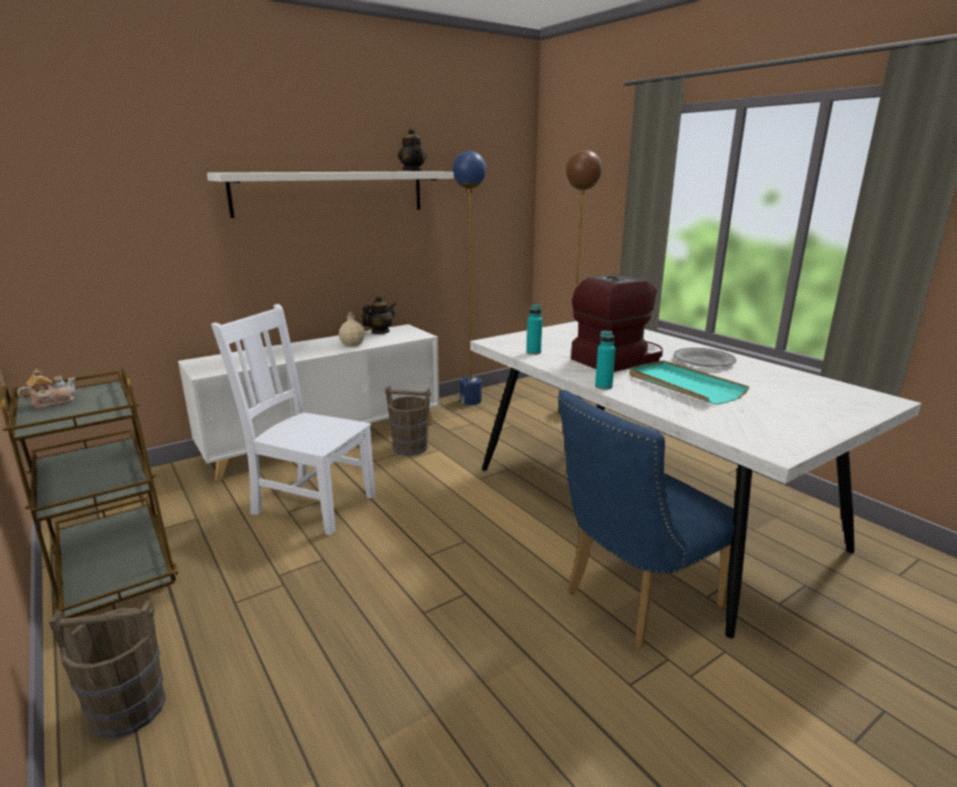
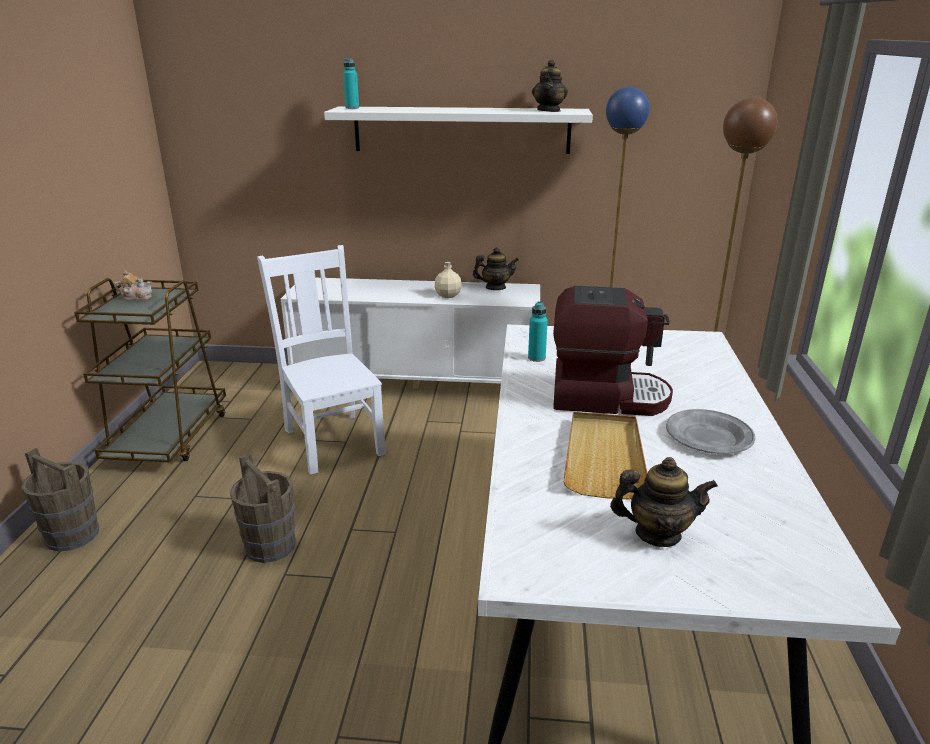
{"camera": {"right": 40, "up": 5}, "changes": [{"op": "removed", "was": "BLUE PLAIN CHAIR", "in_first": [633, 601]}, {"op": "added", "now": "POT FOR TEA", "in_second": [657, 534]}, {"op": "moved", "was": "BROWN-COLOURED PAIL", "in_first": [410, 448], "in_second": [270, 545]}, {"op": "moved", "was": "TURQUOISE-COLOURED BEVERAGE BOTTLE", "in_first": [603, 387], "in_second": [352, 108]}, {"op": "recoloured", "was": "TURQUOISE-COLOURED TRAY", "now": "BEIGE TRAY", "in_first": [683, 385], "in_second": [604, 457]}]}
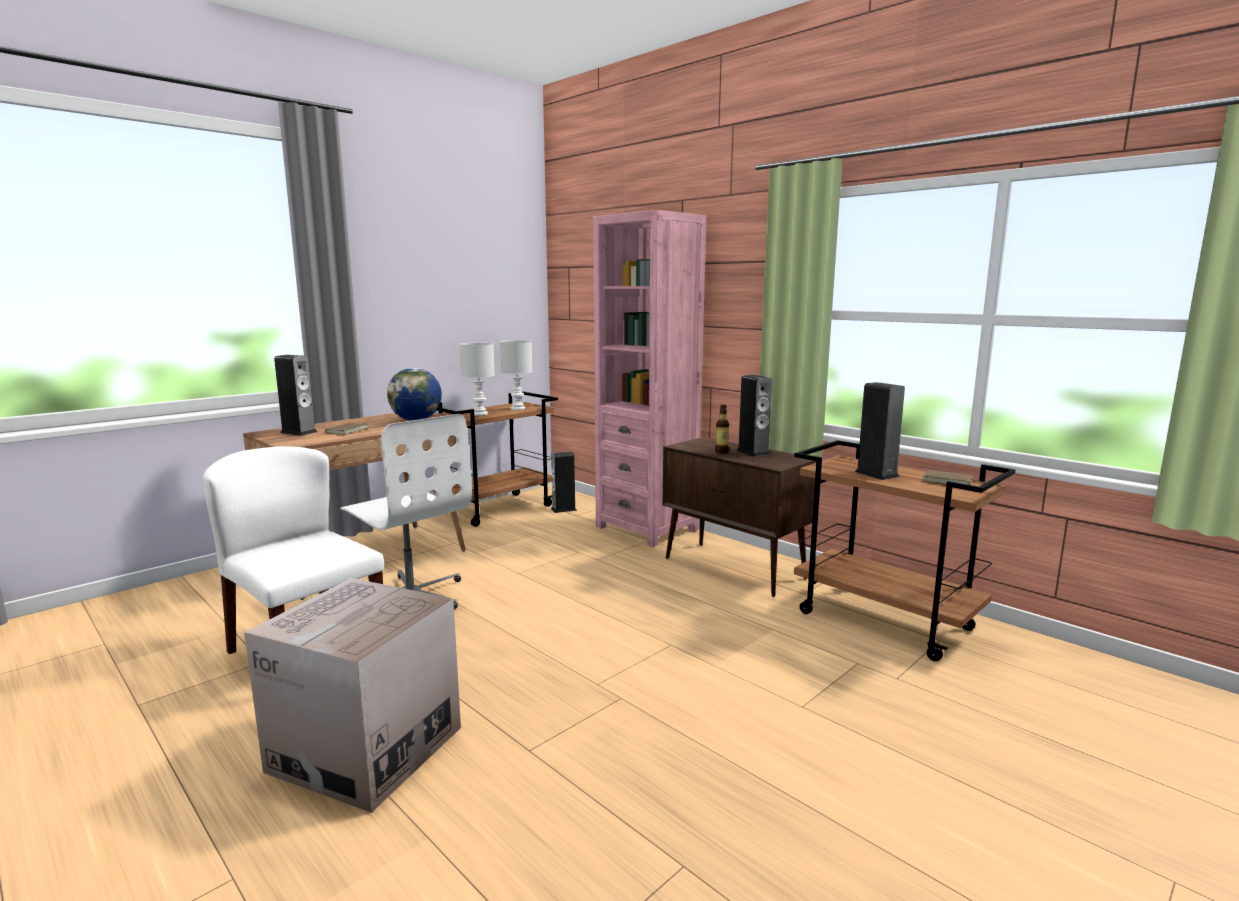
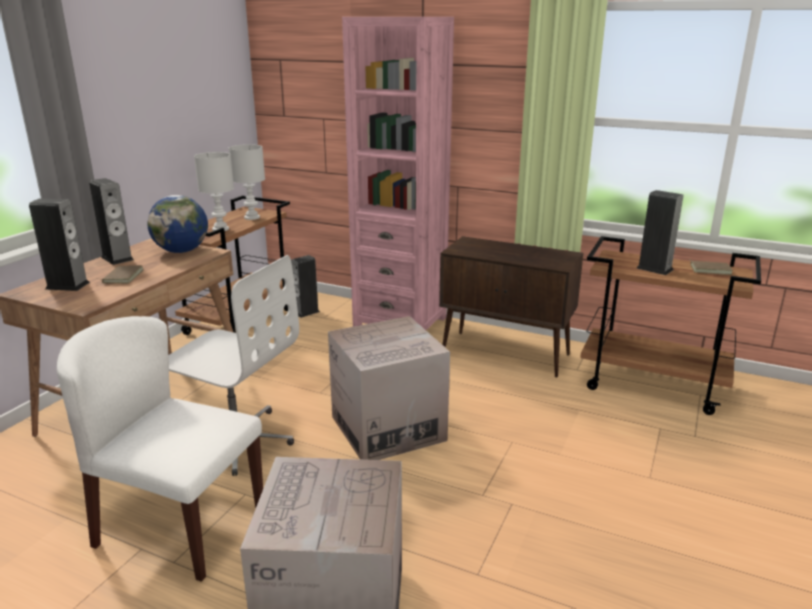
{"camera": {"right": -20, "up": 10}, "changes": [{"op": "removed", "was": "BEVERAGE BOTTLE", "in_first": [721, 452]}, {"op": "added", "now": "CARTON", "in_second": [388, 428]}, {"op": "moved", "was": "AUDIO SPEAKER", "in_first": [753, 452], "in_second": [117, 258]}]}
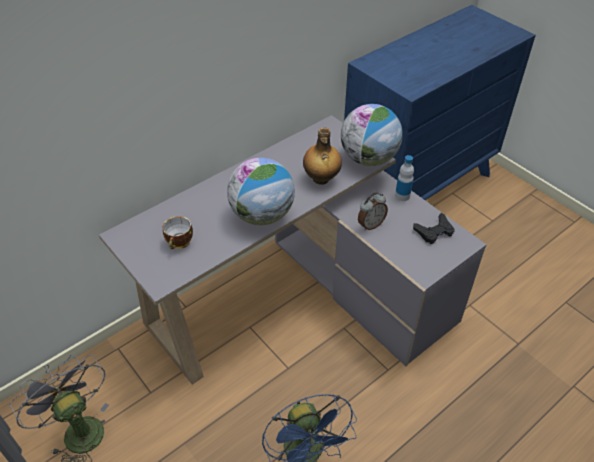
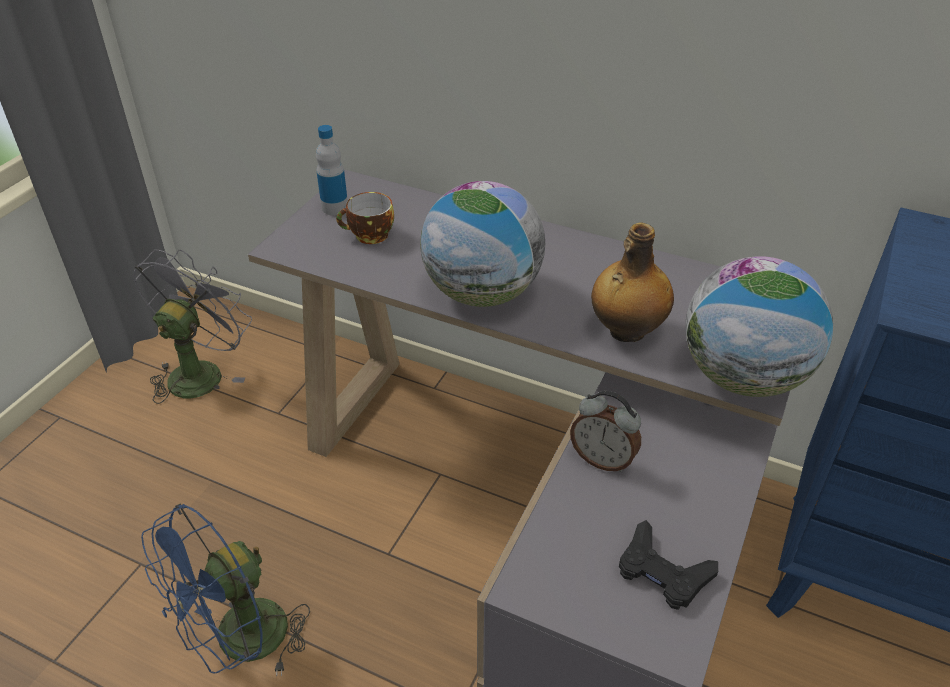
{"camera": {"right": 65, "up": -5}, "changes": [{"op": "moved", "was": "BEVERAGE BOTTLE", "in_first": [402, 196], "in_second": [335, 207]}]}
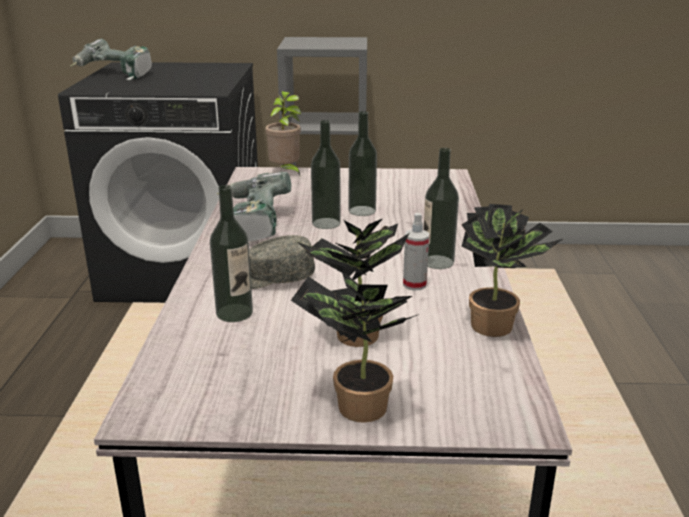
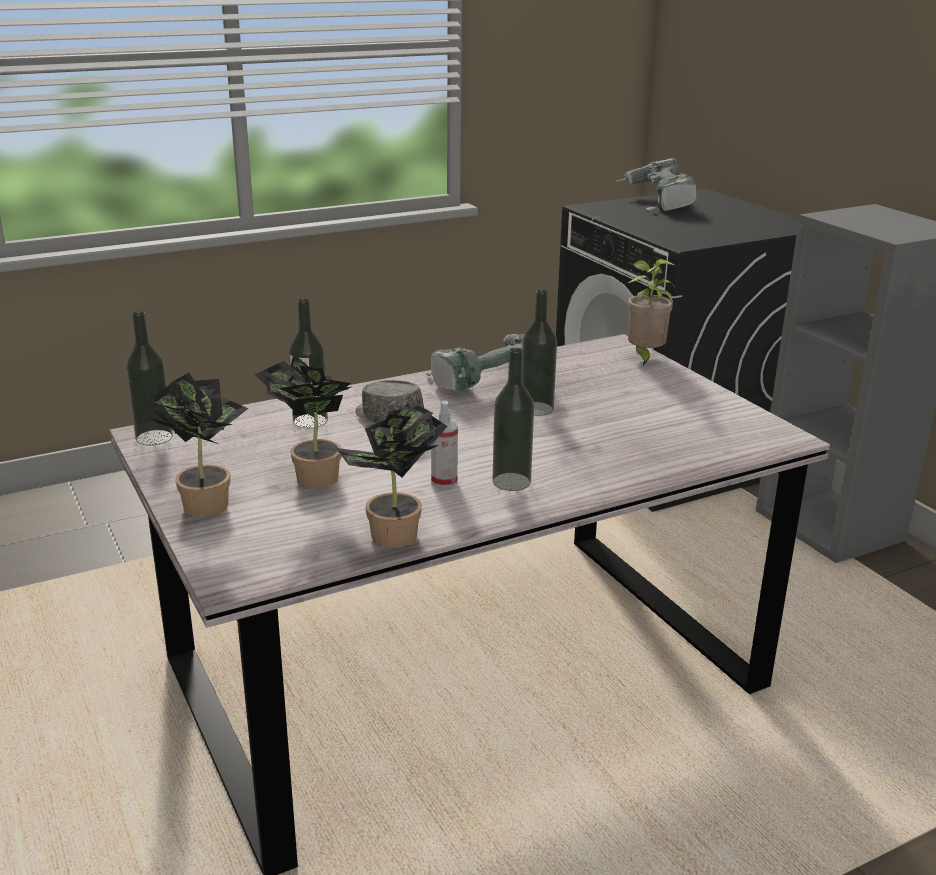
{"camera": {"right": 60, "up": 0}, "changes": [{"op": "moved", "was": "BEVERAGE BOTTLE", "in_first": [362, 211], "in_second": [154, 437]}]}
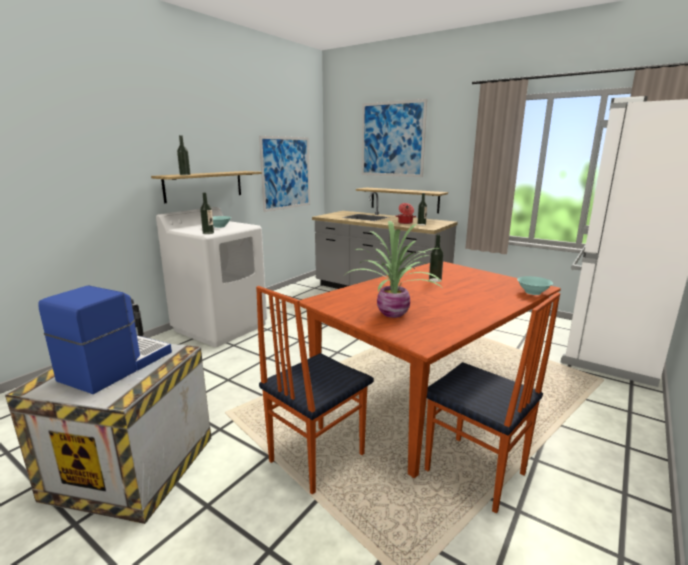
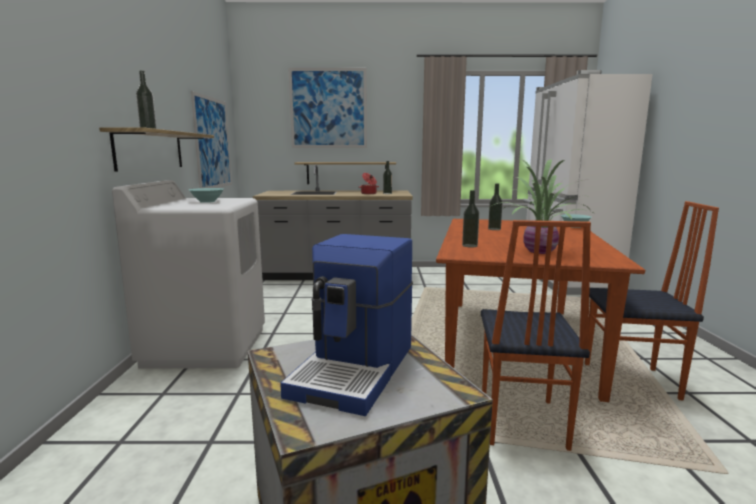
{"camera": {"right": -35, "up": -5}, "changes": [{"op": "moved", "was": "BEVERAGE BOTTLE", "in_first": [208, 233], "in_second": [469, 245]}, {"op": "turned", "was": "COFFEE MAKER", "in_first": [115, 366], "in_second": [356, 369], "clockwise": -150}]}
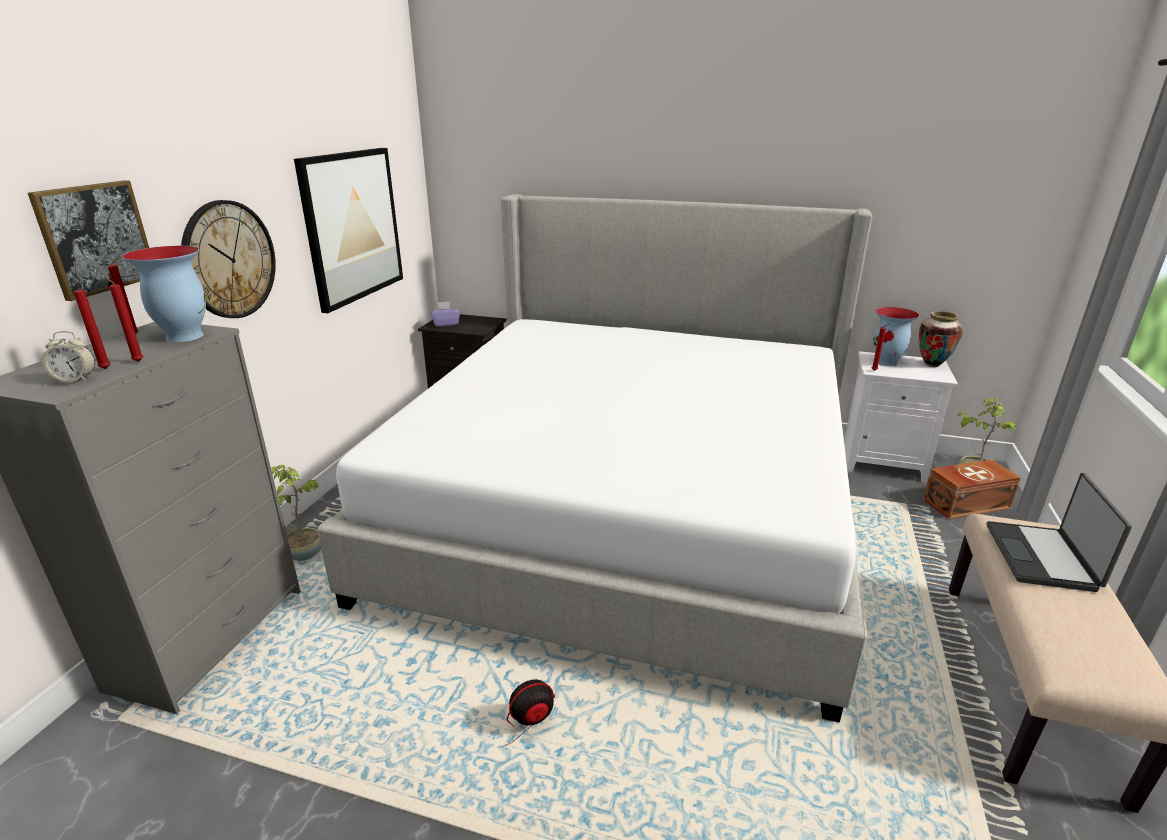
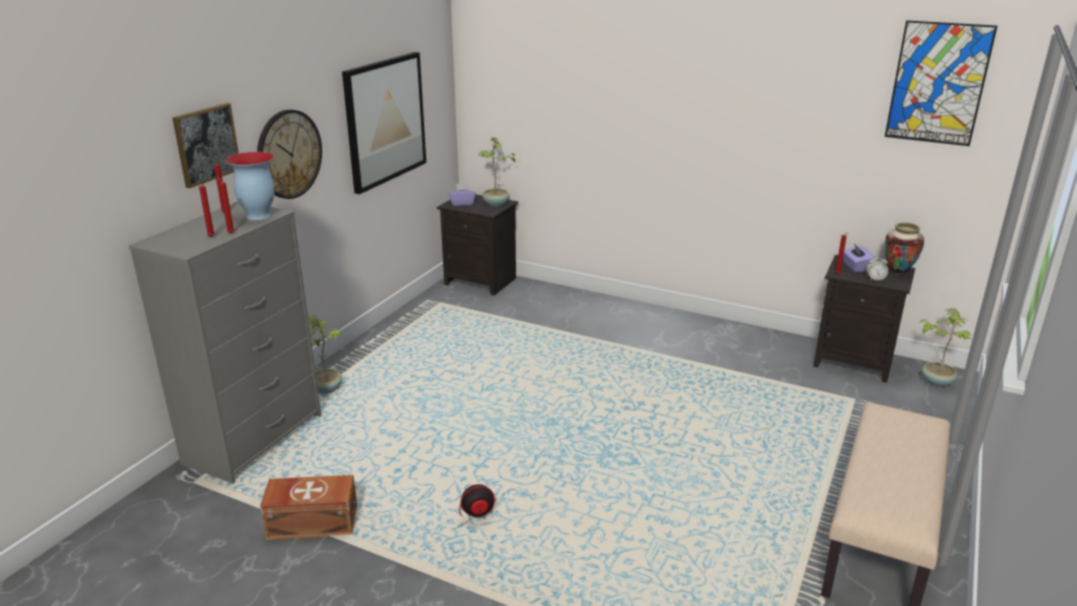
{"camera": {"right": 10, "up": 0}, "changes": [{"op": "removed", "was": "SLEEPING BED", "in_first": [627, 509]}, {"op": "removed", "was": "LAPTOP", "in_first": [1042, 557]}, {"op": "added", "now": "POTTED PLANT", "in_second": [496, 204]}, {"op": "added", "now": "WALL PICTURE", "in_second": [938, 83]}, {"op": "moved", "was": "BEDSIDE CLOCK", "in_first": [76, 380], "in_second": [875, 279]}, {"op": "moved", "was": "BROWN-COLOURED STORAGE CONTAINER", "in_first": [964, 503], "in_second": [311, 522]}, {"op": "replaced", "was": "DECORATIVE VASE", "now": "PURPLE TISSUE BOX", "in_first": [887, 362], "in_second": [855, 267]}, {"op": "recoloured", "was": "WHITE NIGHT TABLE", "now": "BLACKISH NIGHT TABLE", "in_first": [884, 462], "in_second": [854, 361]}]}
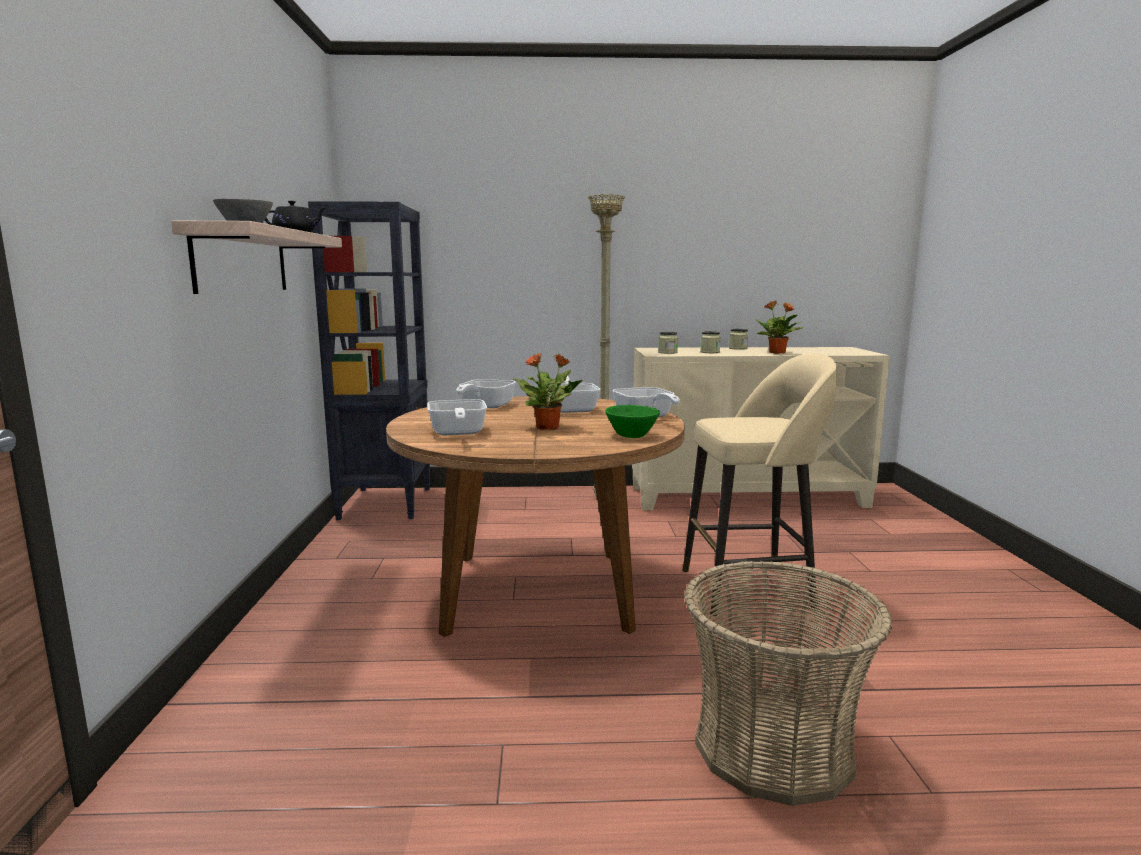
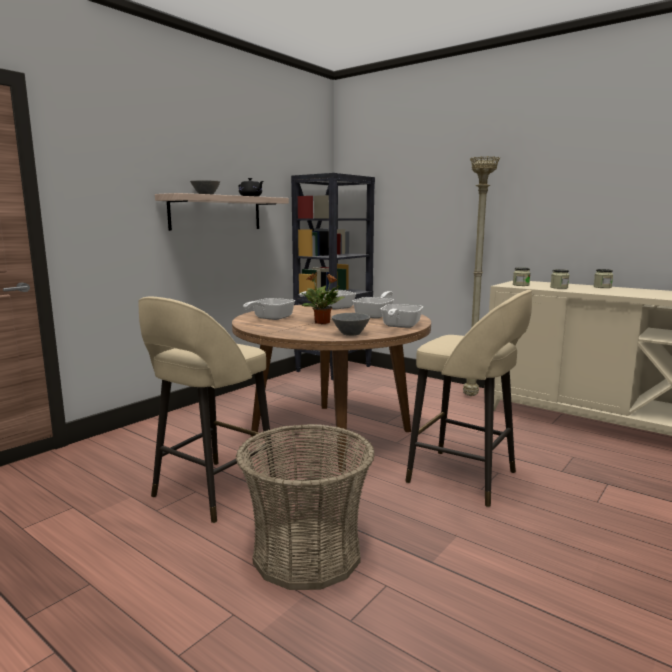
{"camera": {"right": 40, "up": 0}, "changes": [{"op": "removed", "was": "POTTED PLANT", "in_first": [777, 353]}, {"op": "added", "now": "BEIGE STOOL SEAT", "in_second": [212, 491]}, {"op": "recoloured", "was": "GREEN SERVING BOWL", "now": "GREYISH SERVING BOWL", "in_first": [630, 435], "in_second": [349, 334]}]}
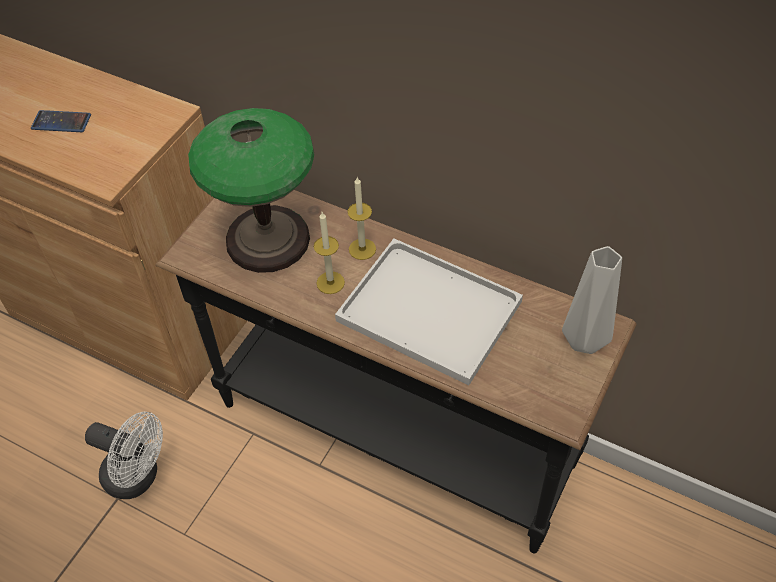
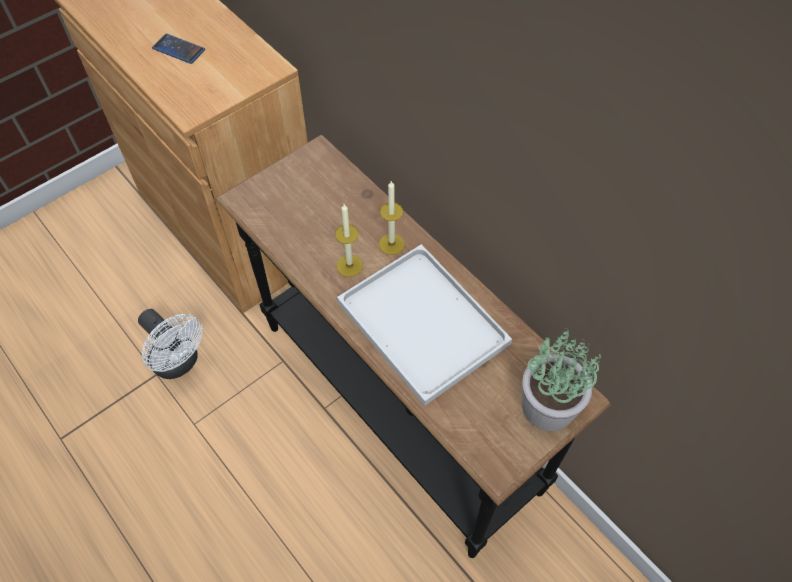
{"camera": {"right": 20, "up": 5}, "changes": [{"op": "removed", "was": "LAMP FOR A TABLE", "in_first": [268, 240]}, {"op": "replaced", "was": "GREYISH DECORATIVE VASE", "now": "POTTED PLANT", "in_first": [584, 343], "in_second": [549, 405]}]}
